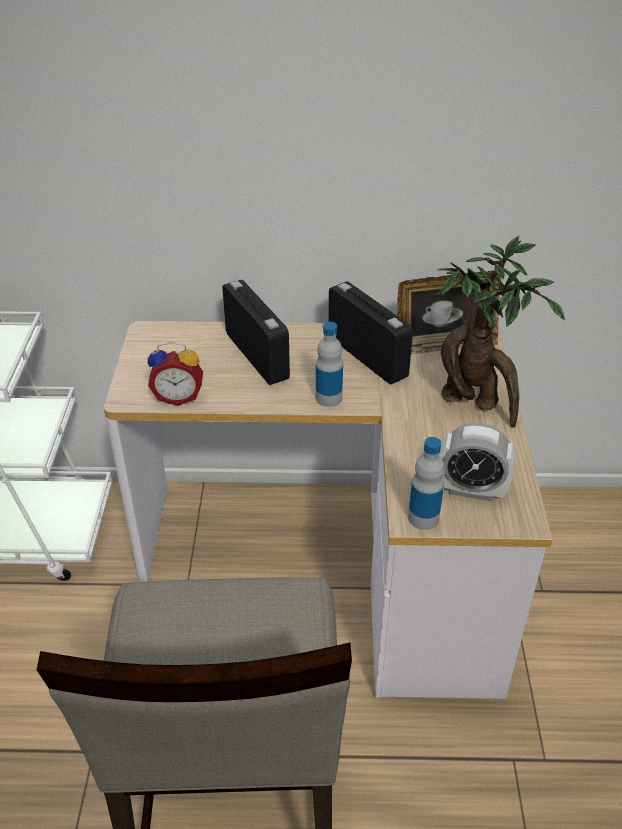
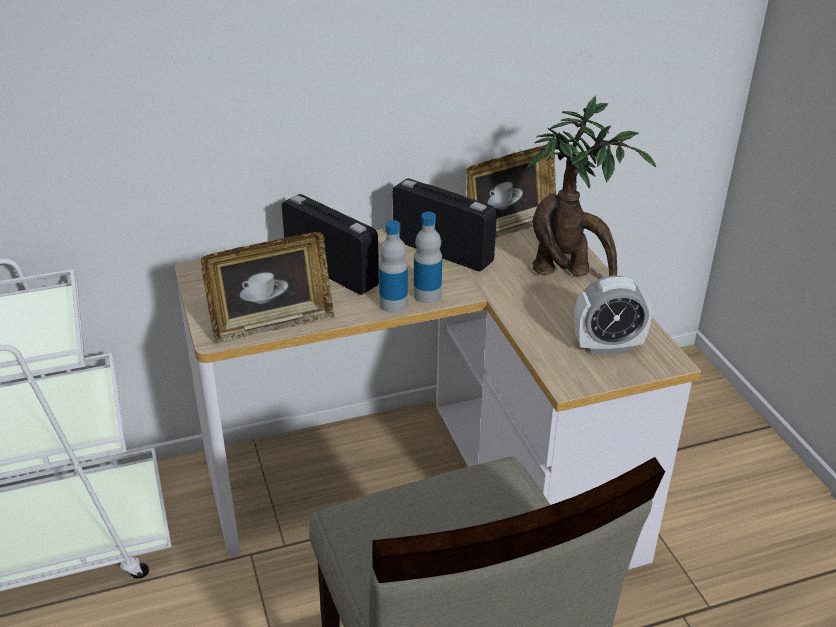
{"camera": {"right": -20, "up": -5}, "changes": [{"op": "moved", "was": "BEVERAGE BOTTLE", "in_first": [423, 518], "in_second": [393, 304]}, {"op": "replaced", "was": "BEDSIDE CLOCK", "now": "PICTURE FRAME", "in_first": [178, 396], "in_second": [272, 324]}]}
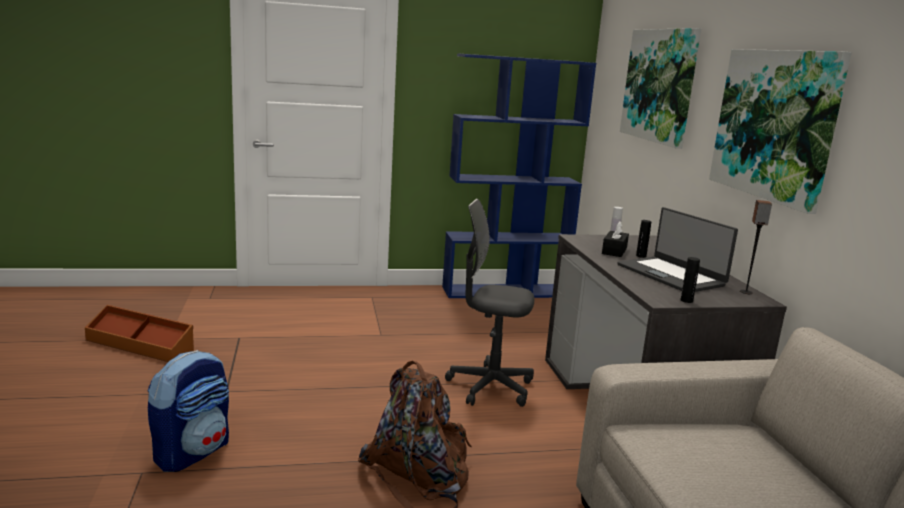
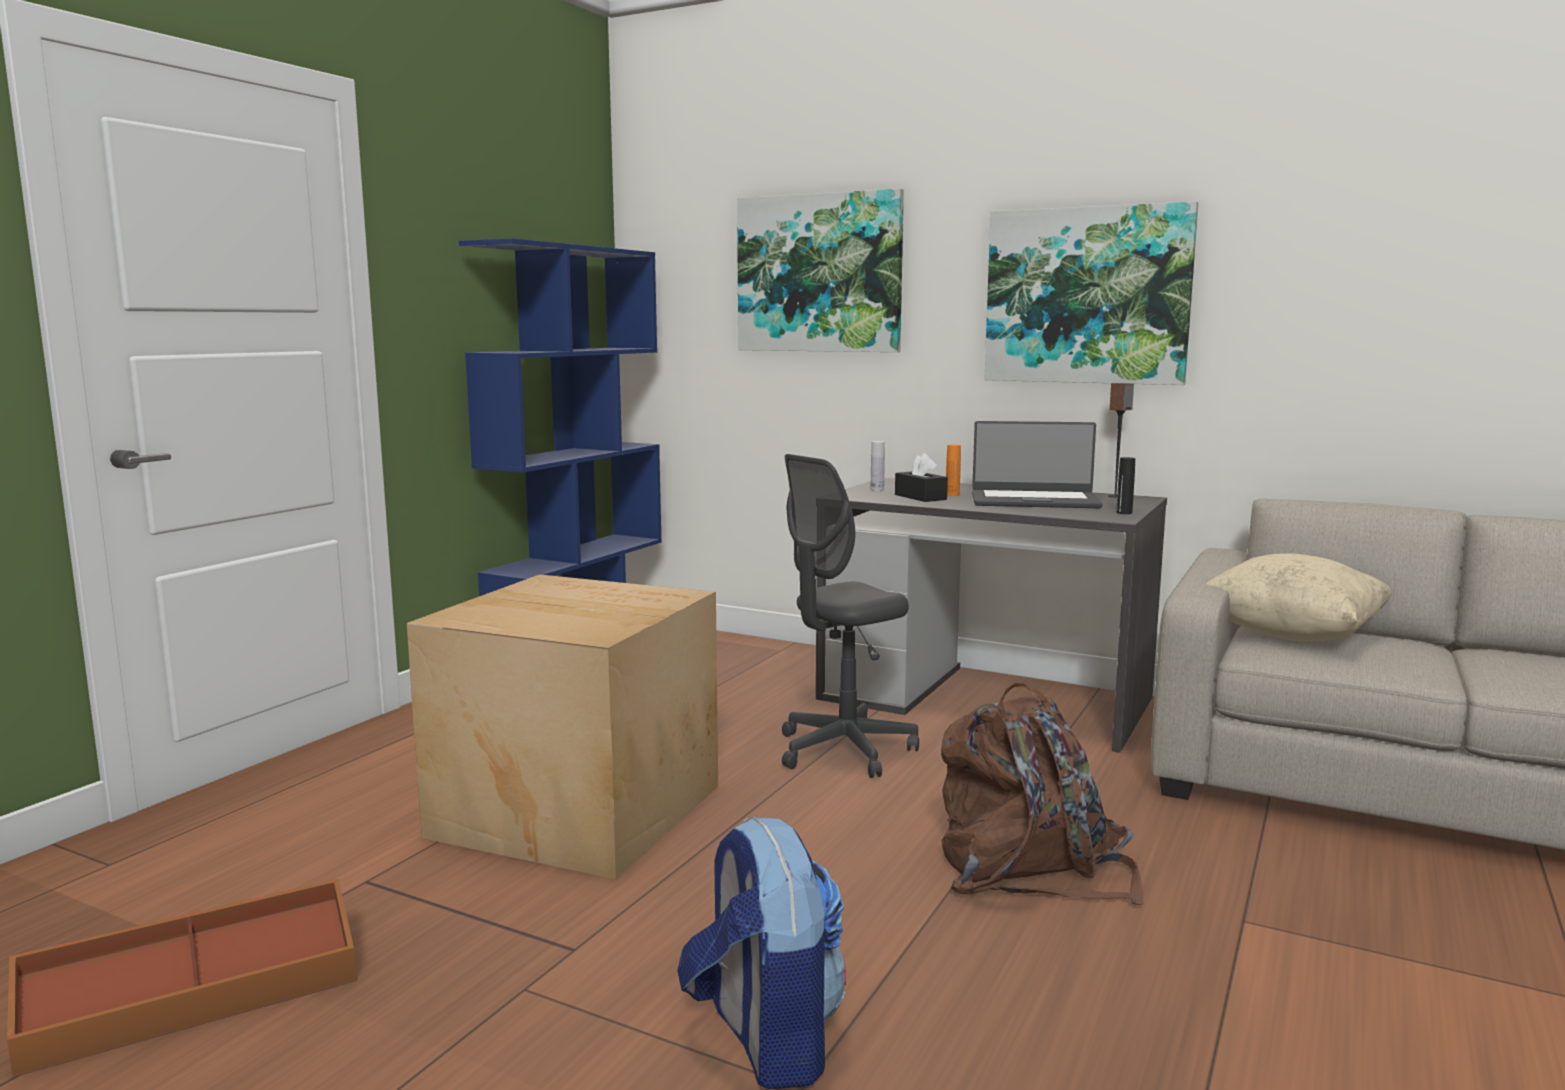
{"camera": {"right": -50, "up": -5}, "changes": [{"op": "added", "now": "CARTON", "in_second": [576, 809]}, {"op": "added", "now": "BEIGE PILLOW", "in_second": [1290, 635]}, {"op": "recoloured", "was": "BLACKISH BEVERAGE BOTTLE", "now": "ORANGE-COLOURED BEVERAGE BOTTLE", "in_first": [641, 256], "in_second": [952, 494]}]}
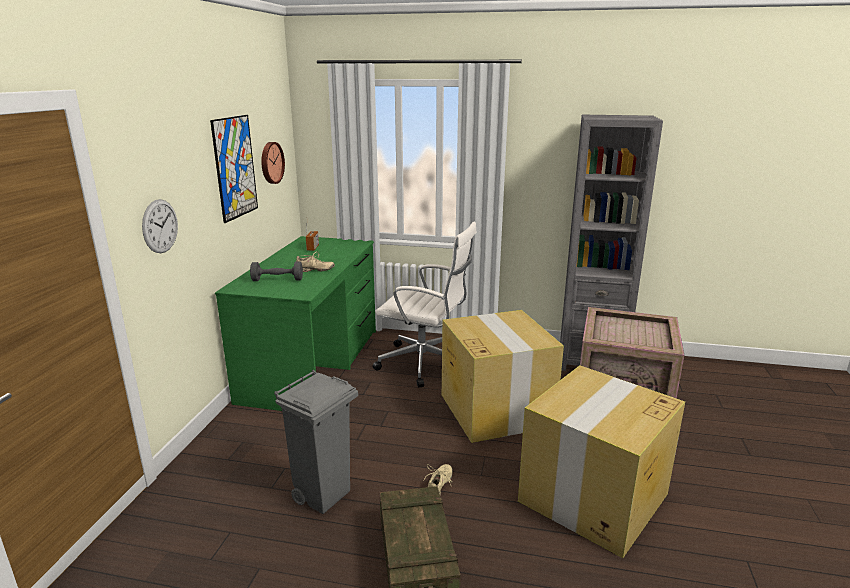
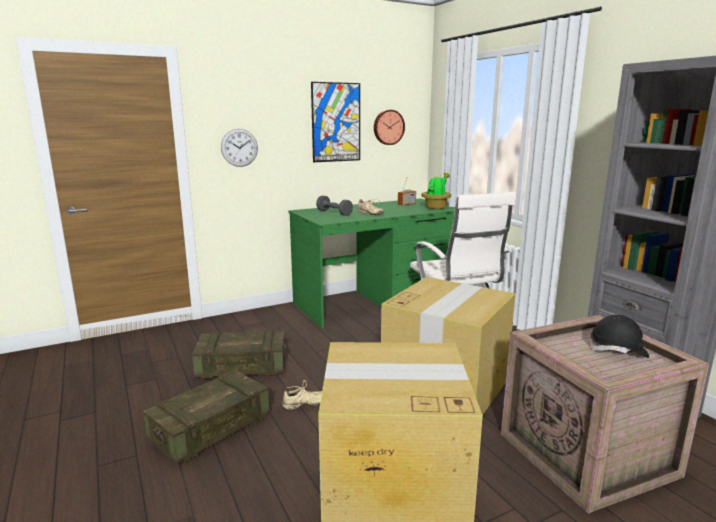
{"camera": {"right": 50, "up": -5}, "changes": [{"op": "added", "now": "POTTED PLANT", "in_second": [436, 207]}, {"op": "added", "now": "BLACKISH WORK HELMET", "in_second": [618, 350]}, {"op": "replaced", "was": "GREYISH TRASH CAN", "now": "PACKING CRATE", "in_first": [324, 495], "in_second": [242, 367]}]}
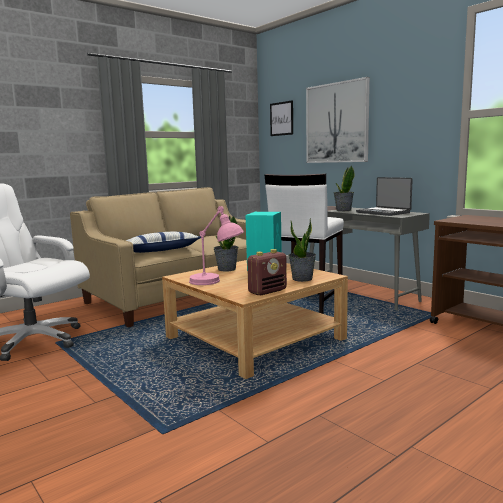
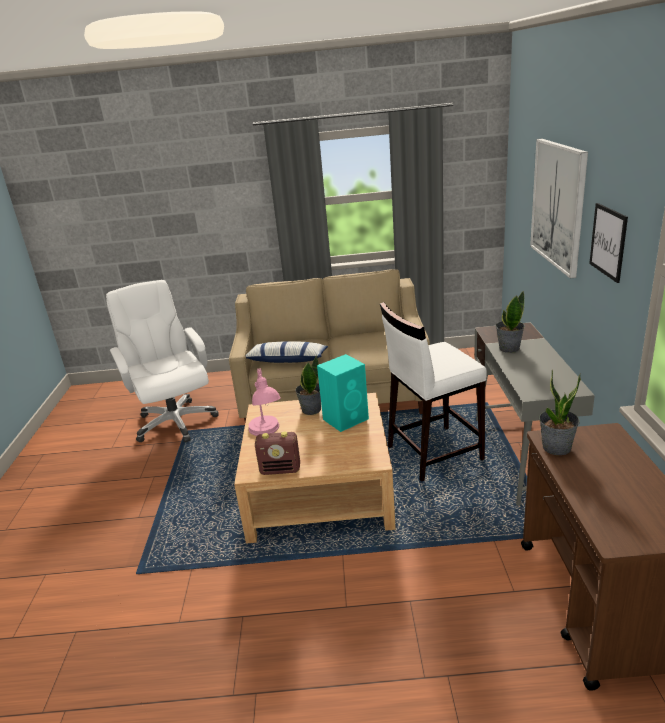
{"camera": {"right": 40, "up": 15}, "changes": [{"op": "removed", "was": "LAPTOP", "in_first": [383, 212]}, {"op": "moved", "was": "WALL PICTURE", "in_first": [281, 118], "in_second": [608, 241]}, {"op": "moved", "was": "POTTED PLANT", "in_first": [302, 279], "in_second": [556, 448]}]}
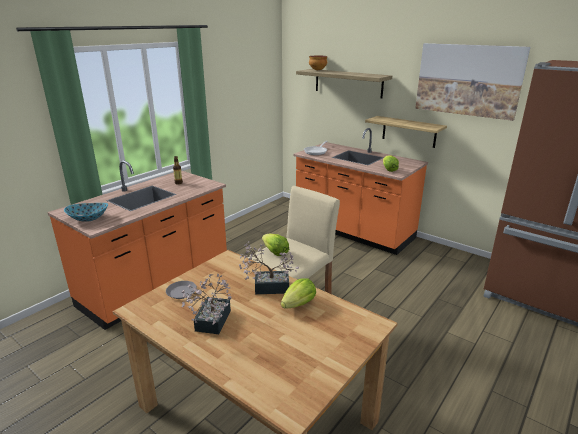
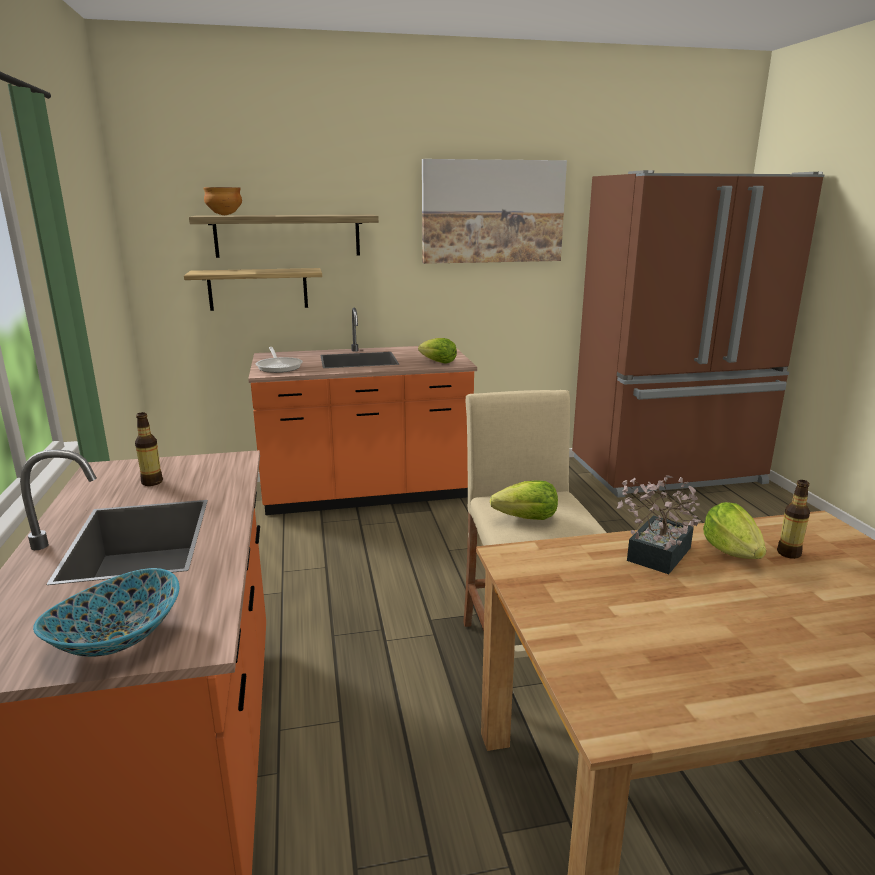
{"camera": {"right": -50, "up": -5}, "changes": [{"op": "removed", "was": "GREYISH FLAT DISH", "in_first": [181, 292]}, {"op": "removed", "was": "POTTED PLANT", "in_first": [211, 324]}, {"op": "added", "now": "BEVERAGE BOTTLE", "in_second": [788, 553]}, {"op": "moved", "was": "WALL SHELF", "in_first": [409, 131], "in_second": [258, 289]}]}
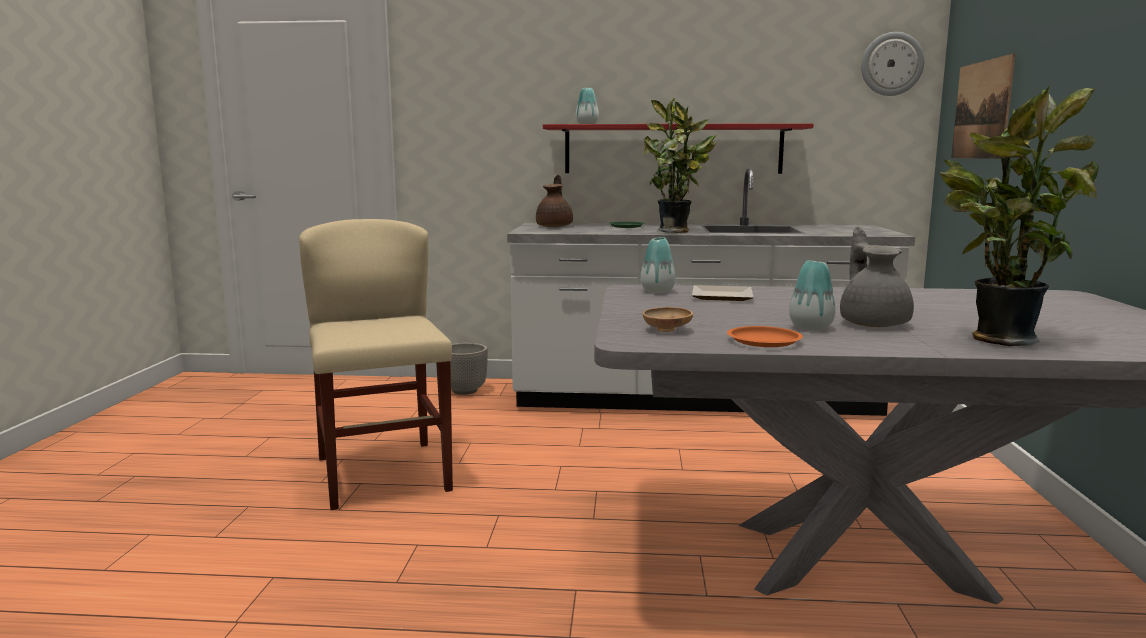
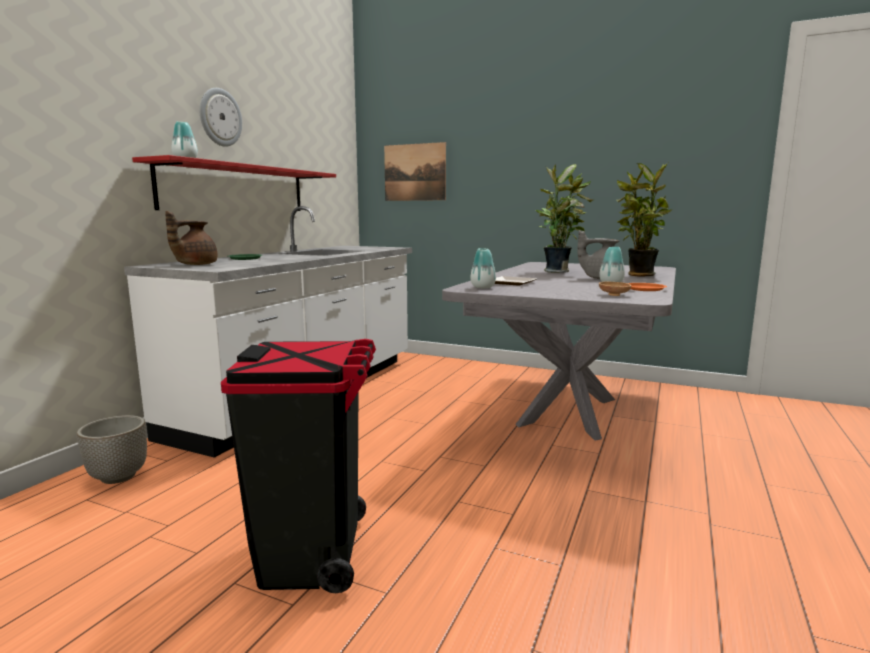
{"camera": {"right": -70, "up": 0}, "changes": [{"op": "moved", "was": "POTTED PLANT", "in_first": [677, 231], "in_second": [558, 271]}, {"op": "moved", "was": "WALL CLOCK", "in_first": [891, 64], "in_second": [220, 117]}, {"op": "replaced", "was": "BEIGE PLAIN CHAIR", "now": "BLACKISH TRASH CAN", "in_first": [383, 474], "in_second": [313, 554]}, {"op": "turned", "was": "BROWN-COLOURED POT FOR TEA", "in_first": [555, 226], "in_second": [195, 264], "clockwise": -90}]}
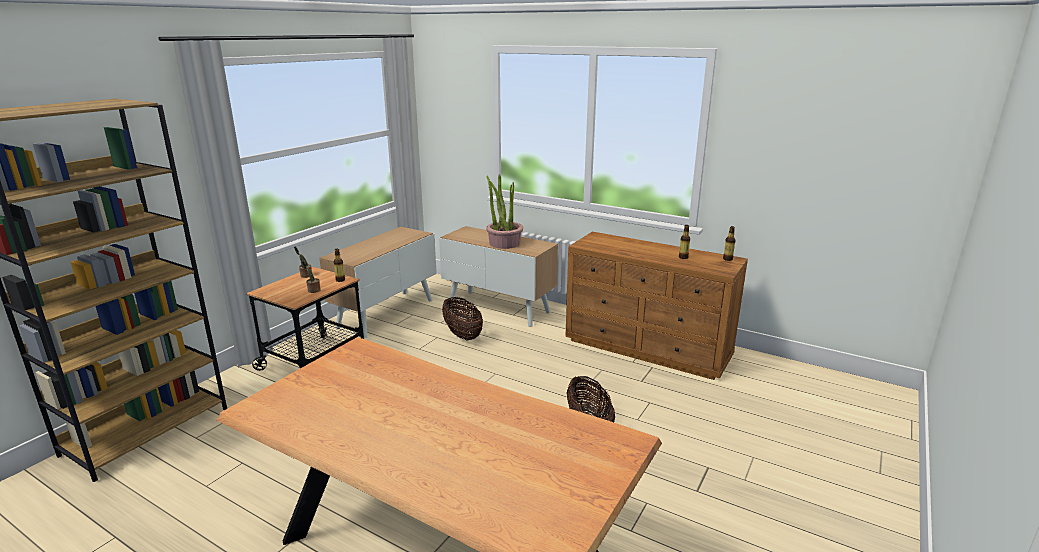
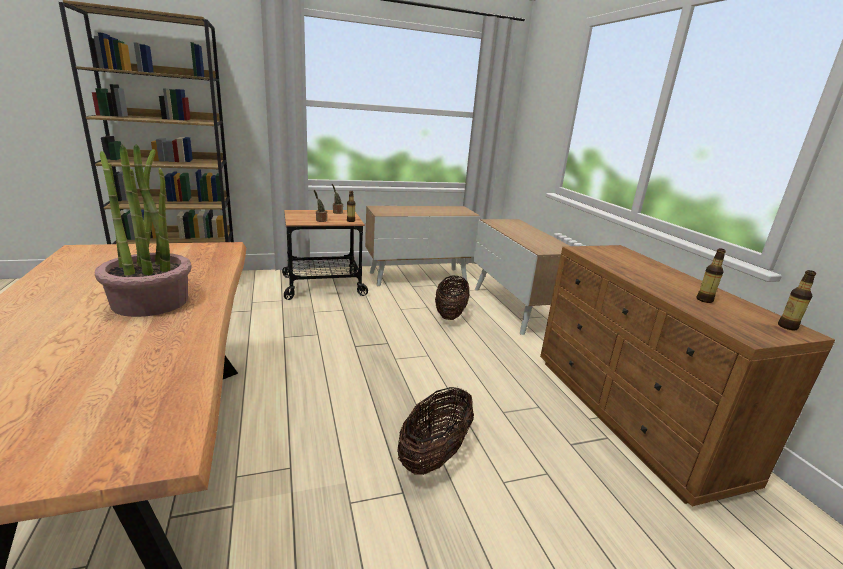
{"camera": {"right": 40, "up": 0}, "changes": [{"op": "moved", "was": "POTTED PLANT", "in_first": [504, 243], "in_second": [151, 301]}]}
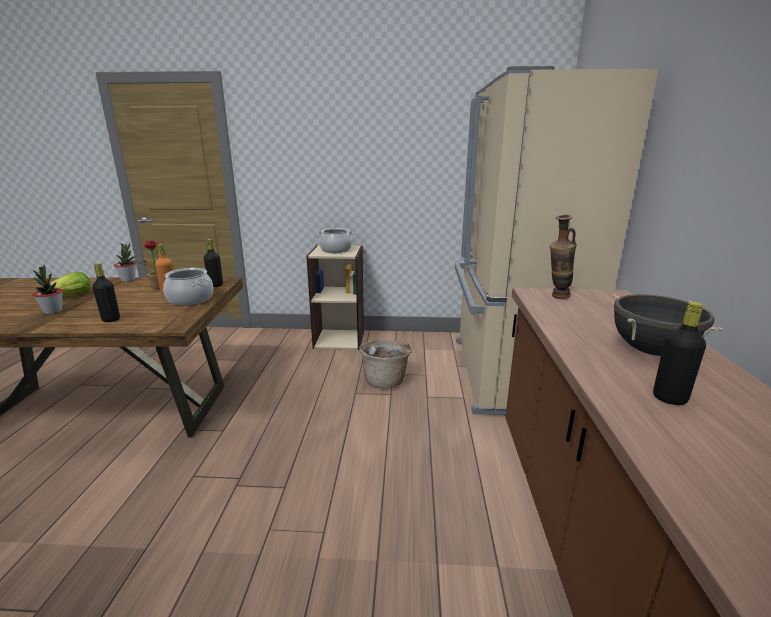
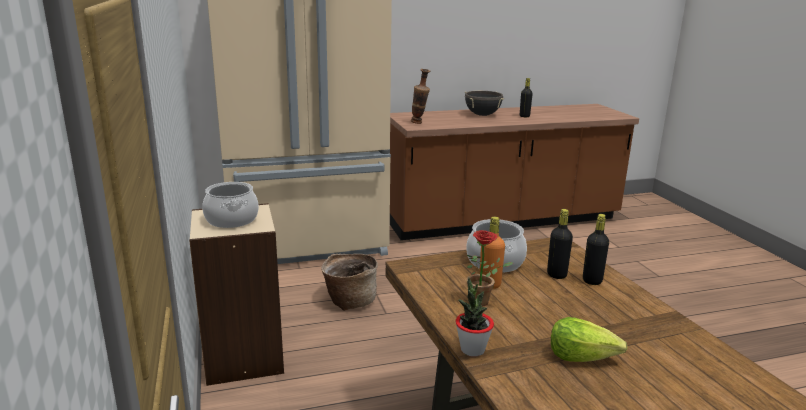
{"camera": {"right": -110, "up": 0}, "changes": [{"op": "removed", "was": "POTTED PLANT", "in_first": [53, 311]}, {"op": "moved", "was": "BLACKISH BEVERAGE BOTTLE", "in_first": [215, 285], "in_second": [556, 275]}]}
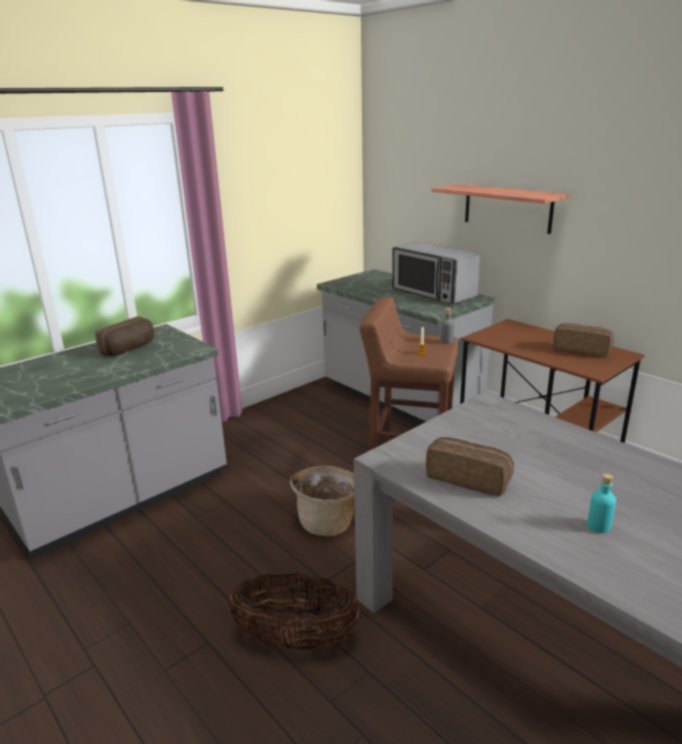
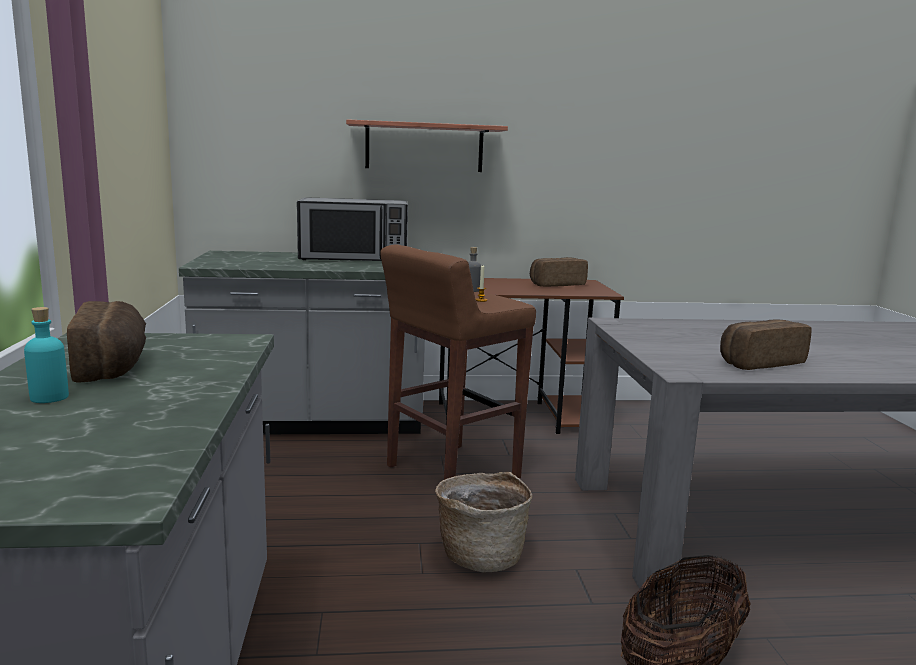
{"camera": {"right": -55, "up": -10}, "changes": [{"op": "moved", "was": "TURQUOISE-COLOURED BEVERAGE BOTTLE", "in_first": [598, 526], "in_second": [49, 397]}]}
